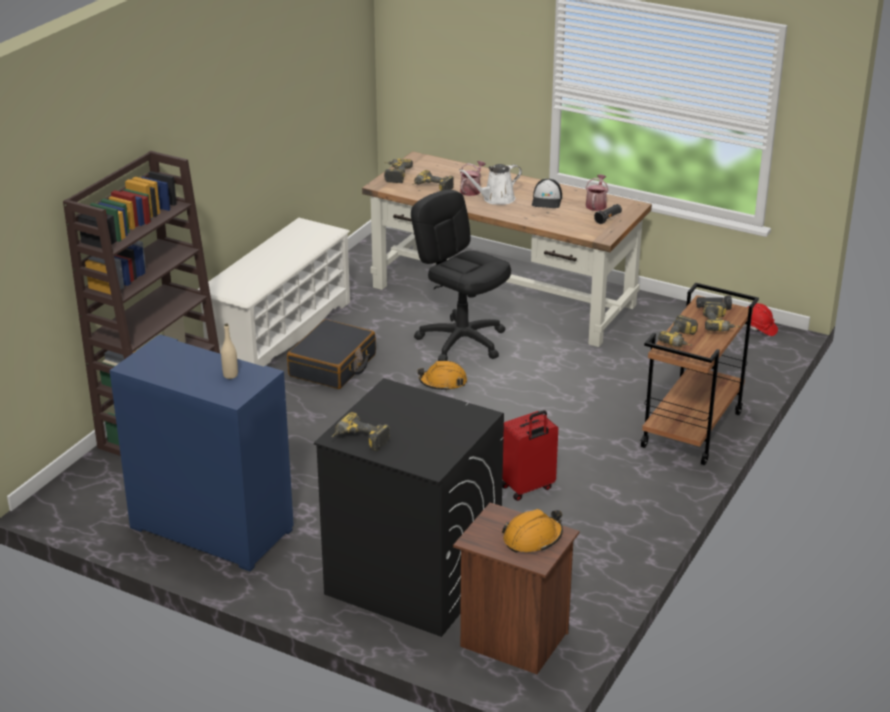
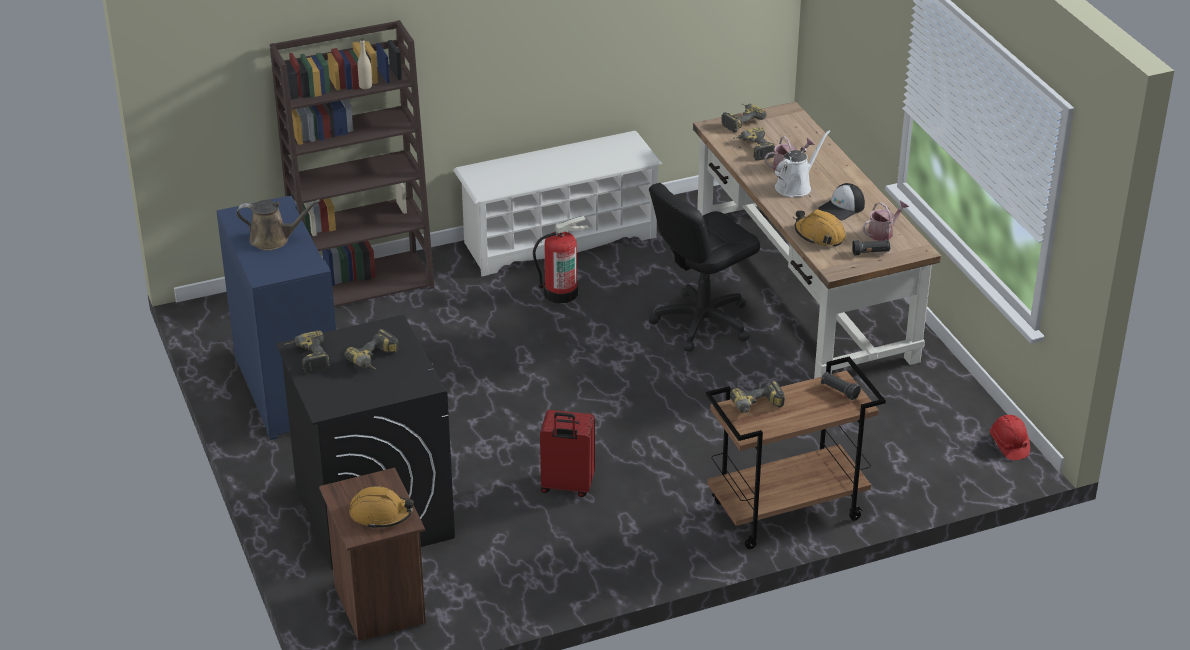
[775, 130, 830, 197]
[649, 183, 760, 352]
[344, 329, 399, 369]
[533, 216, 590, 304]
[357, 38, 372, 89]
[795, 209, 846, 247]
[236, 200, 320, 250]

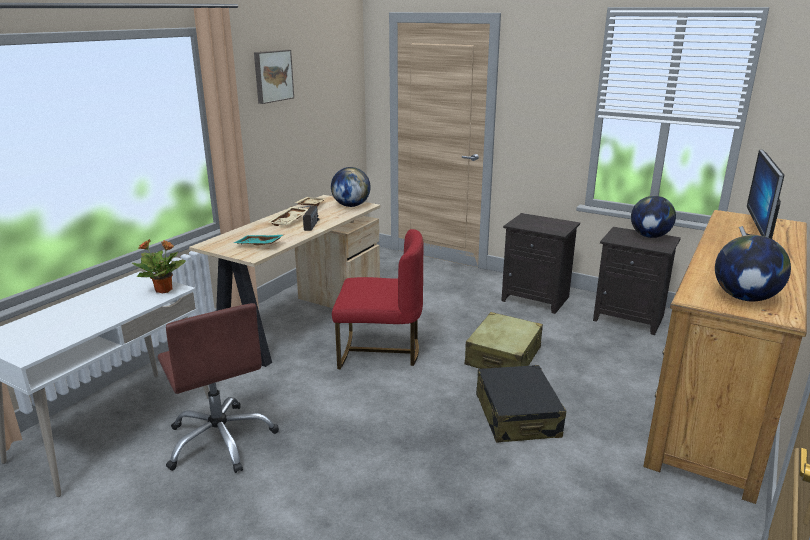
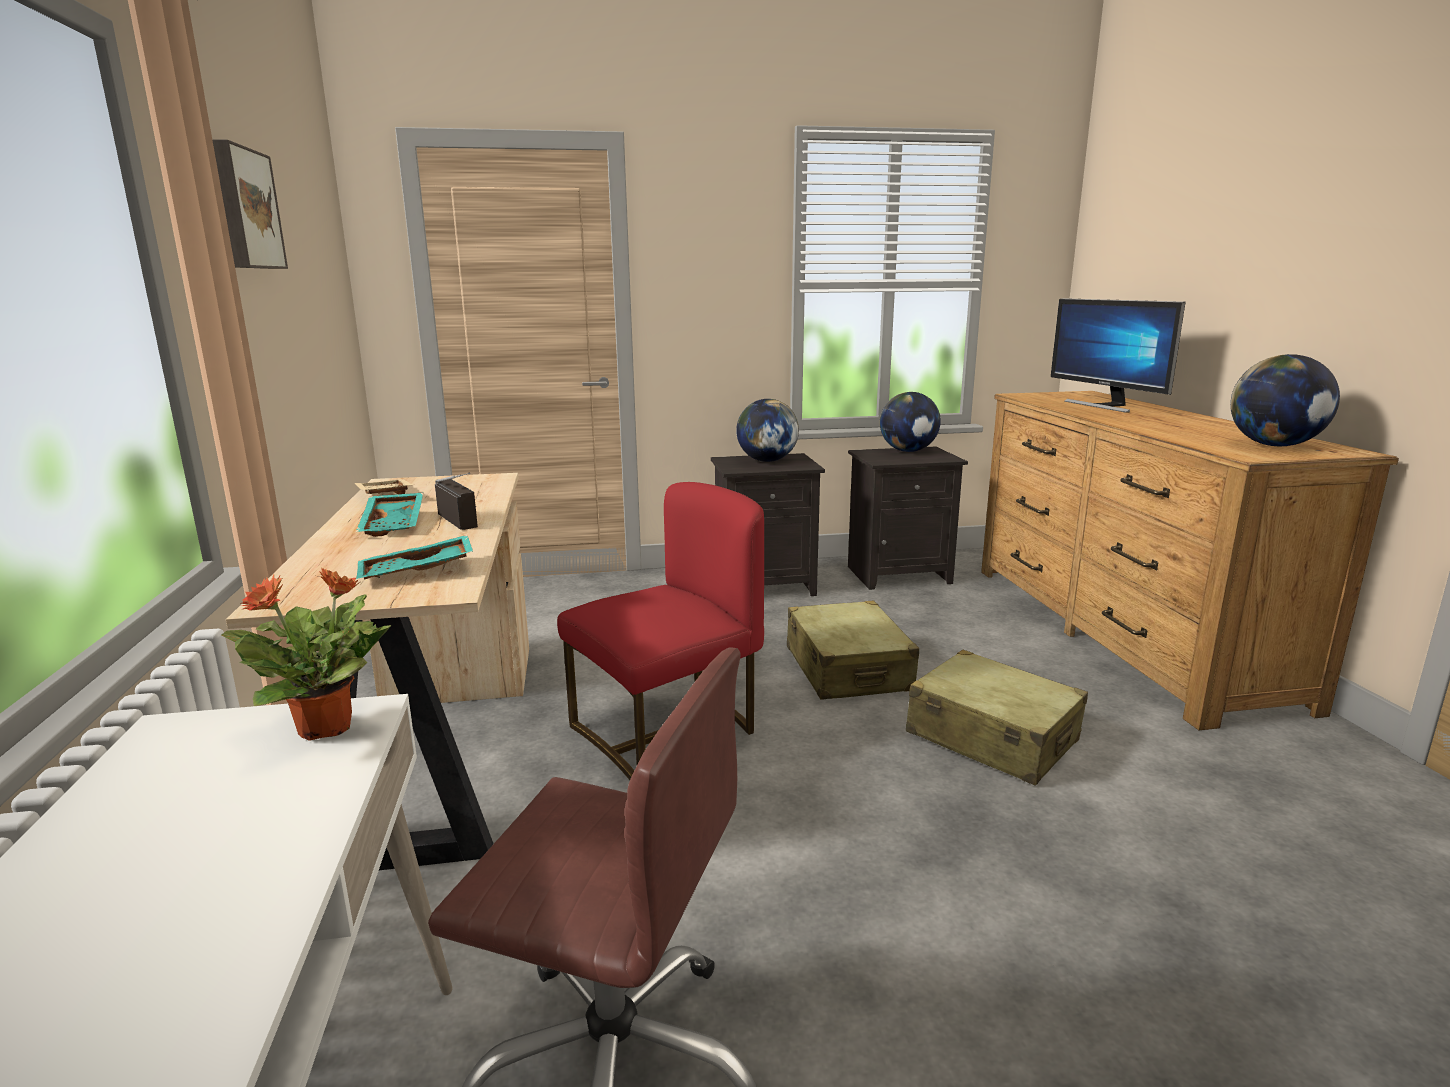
[736, 399, 799, 462]
[356, 493, 423, 537]
[906, 650, 1088, 786]

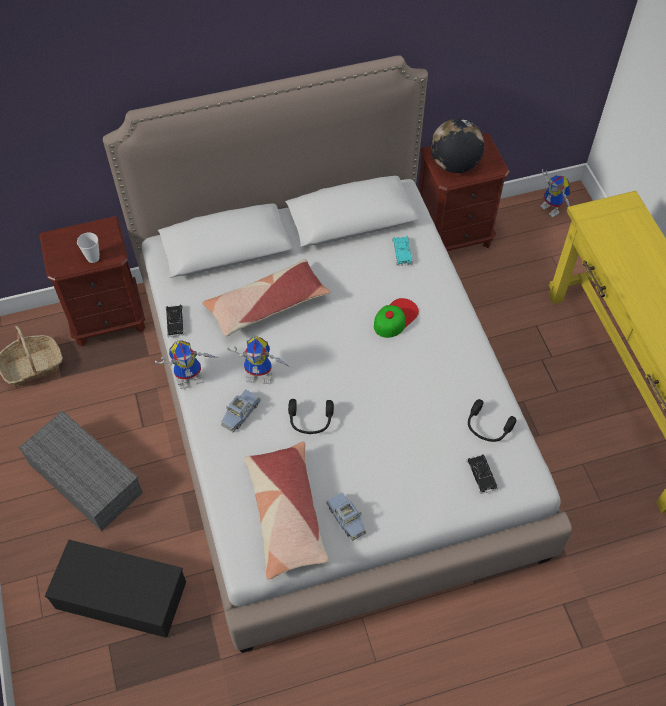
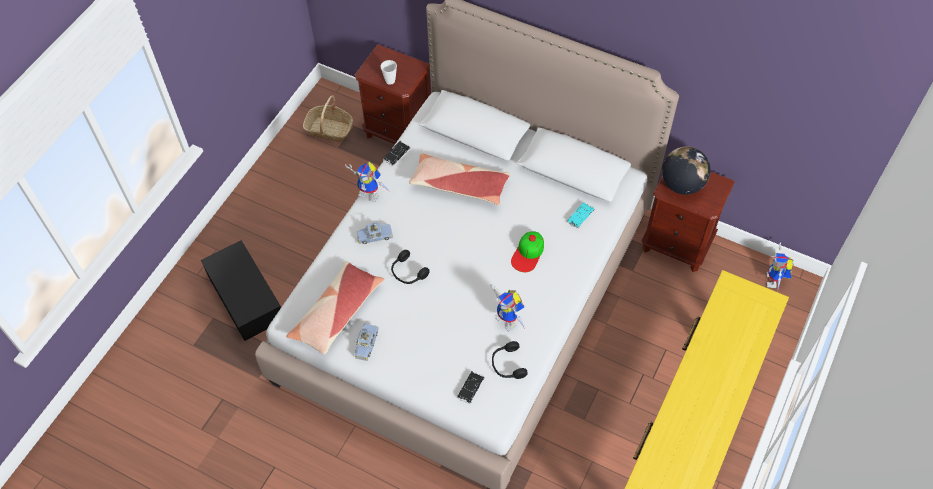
[511, 231, 544, 272]
[491, 284, 525, 332]
[19, 410, 143, 531] (first image)

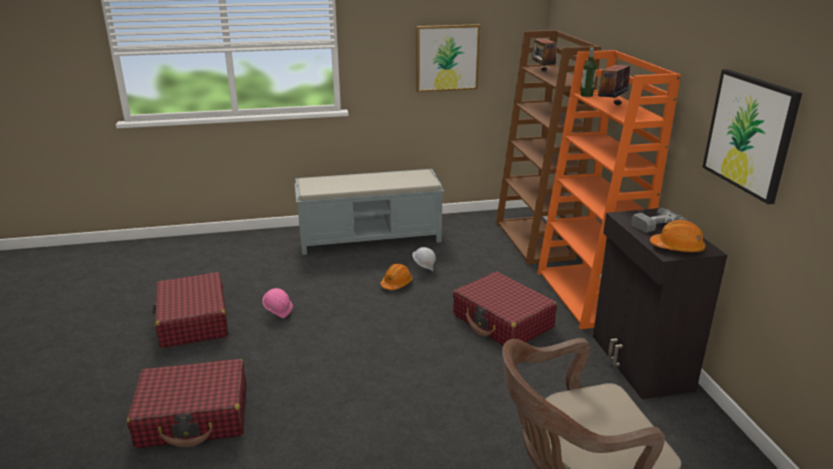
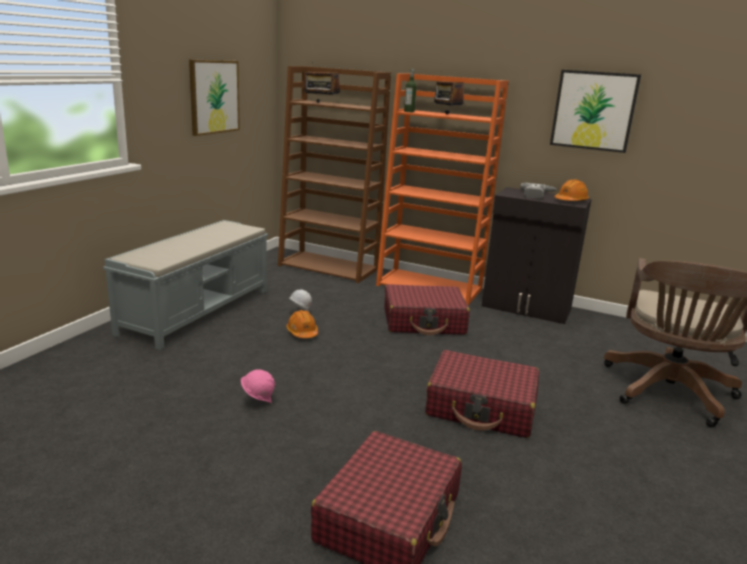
[425, 350, 539, 438]

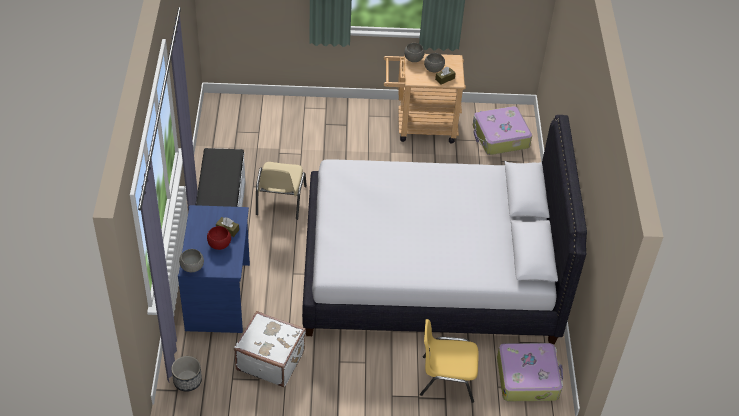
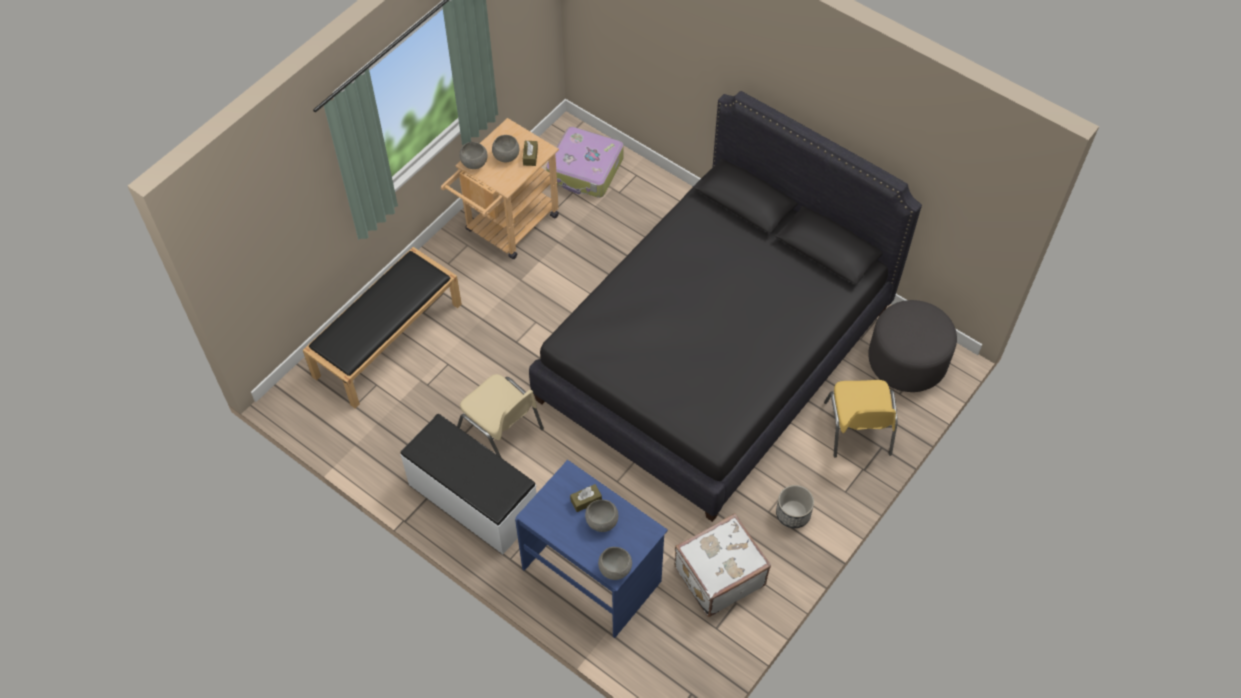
[529, 91, 922, 522]
[585, 500, 618, 532]
[824, 380, 898, 458]
[868, 300, 957, 392]
[776, 485, 814, 528]
[303, 247, 462, 408]

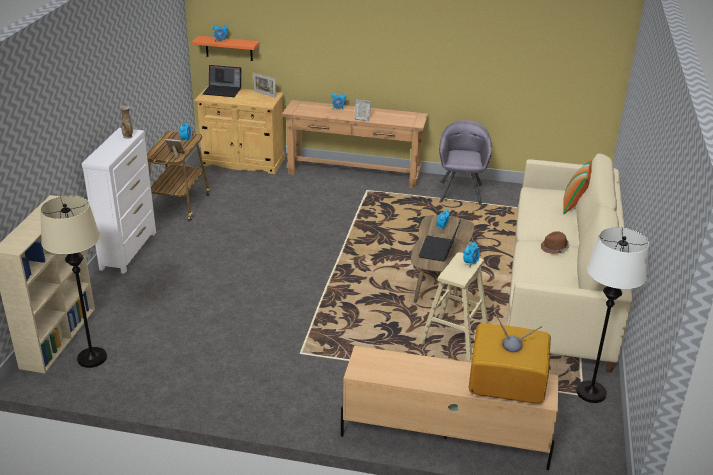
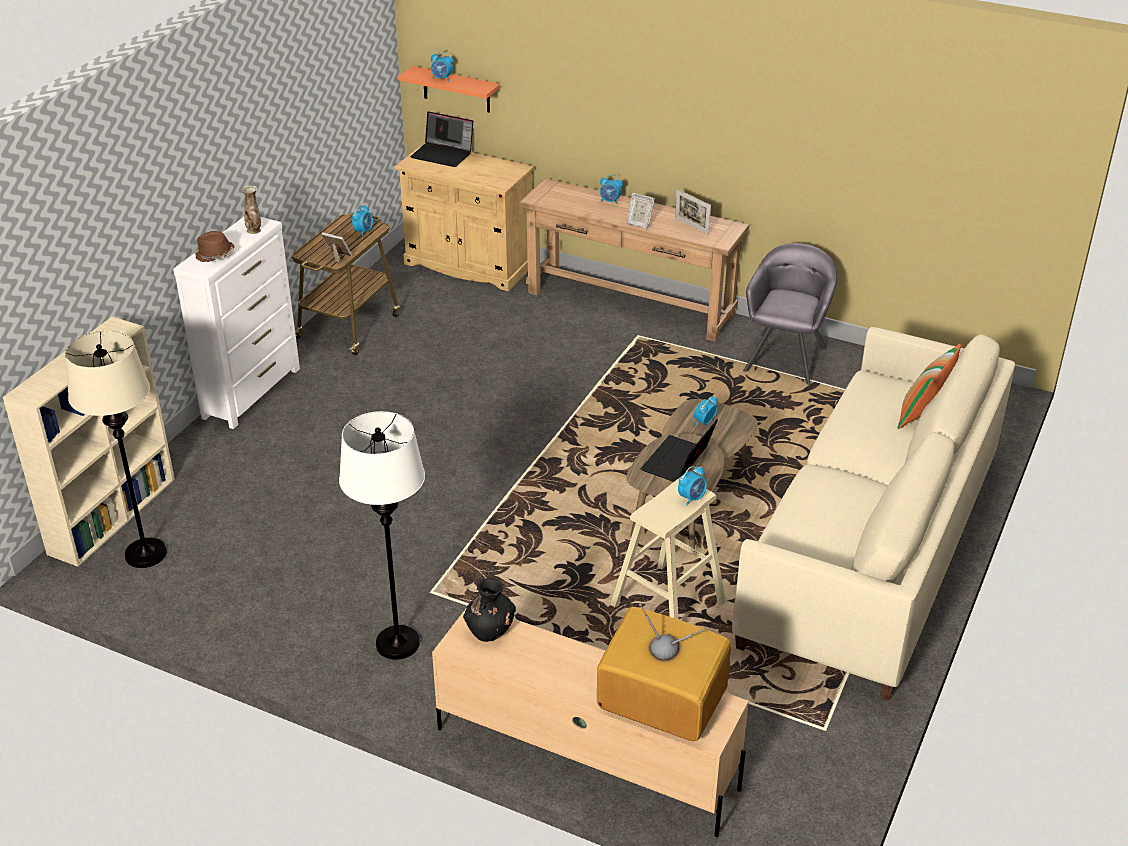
[675, 189, 711, 235]
[339, 411, 425, 660]
[195, 231, 235, 262]
[463, 578, 516, 642]

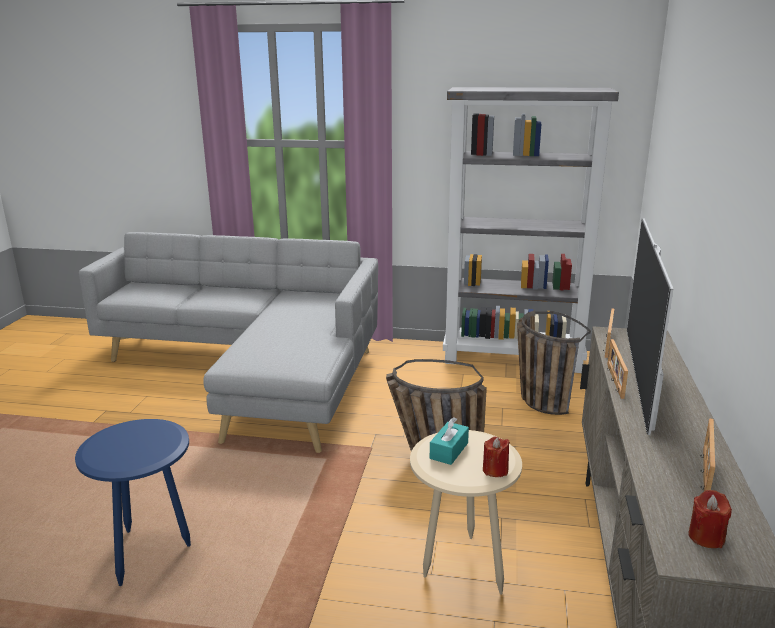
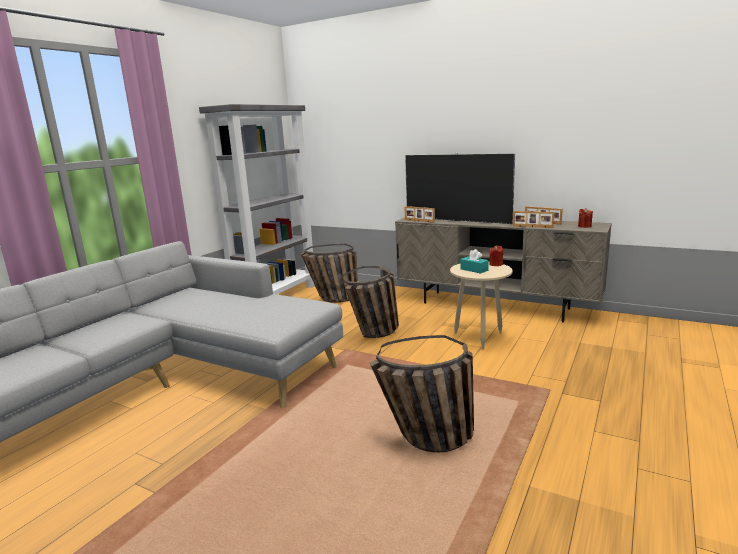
[513, 211, 554, 228]
[370, 335, 474, 452]

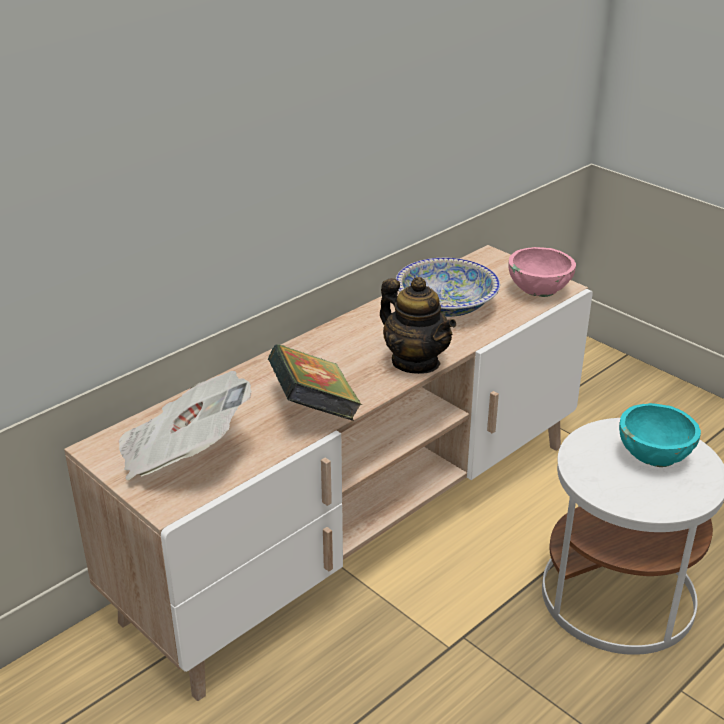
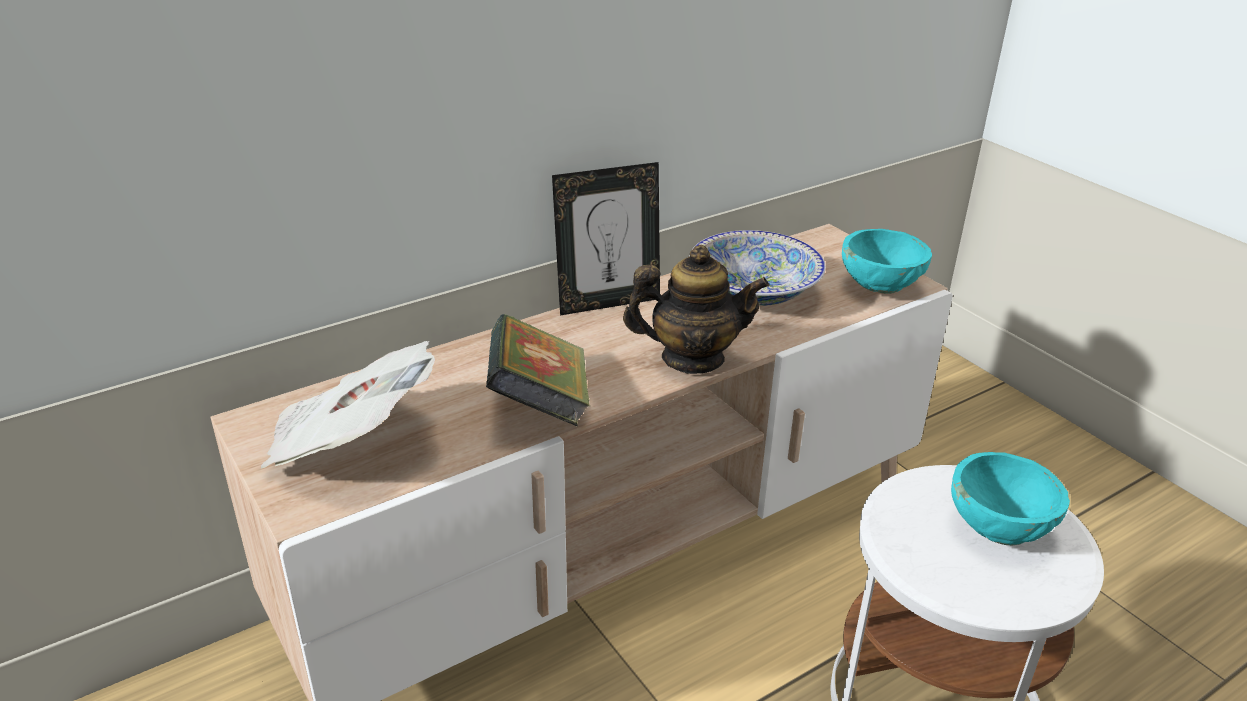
[842, 229, 932, 294]
[623, 245, 769, 374]
[552, 162, 660, 316]

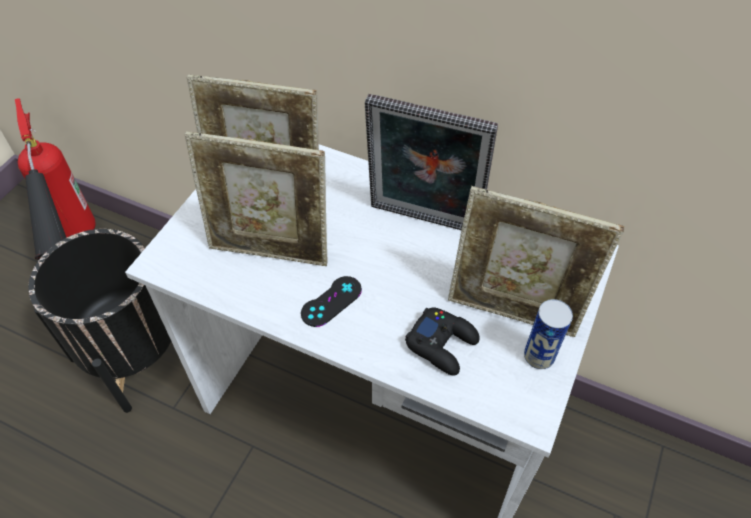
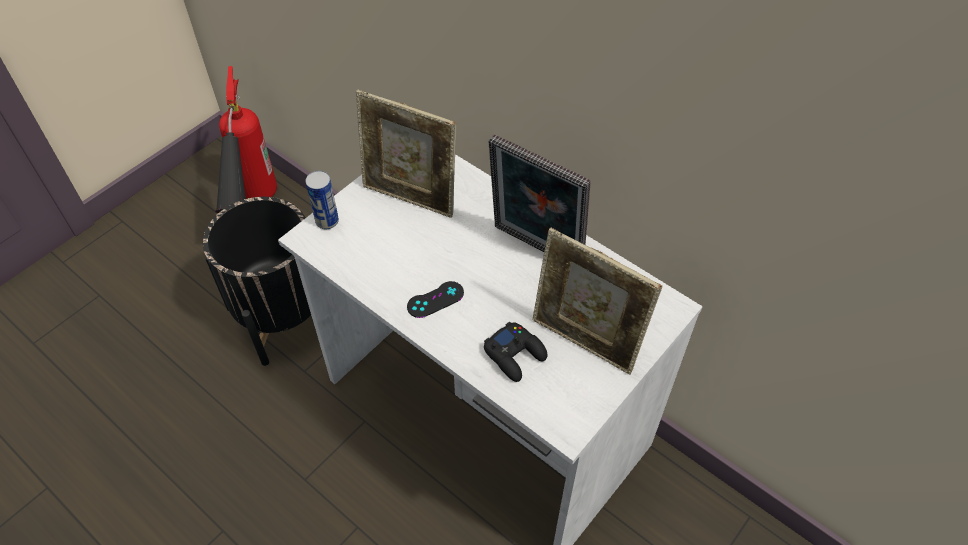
[185, 131, 328, 266] (first image)
[305, 171, 339, 229]

